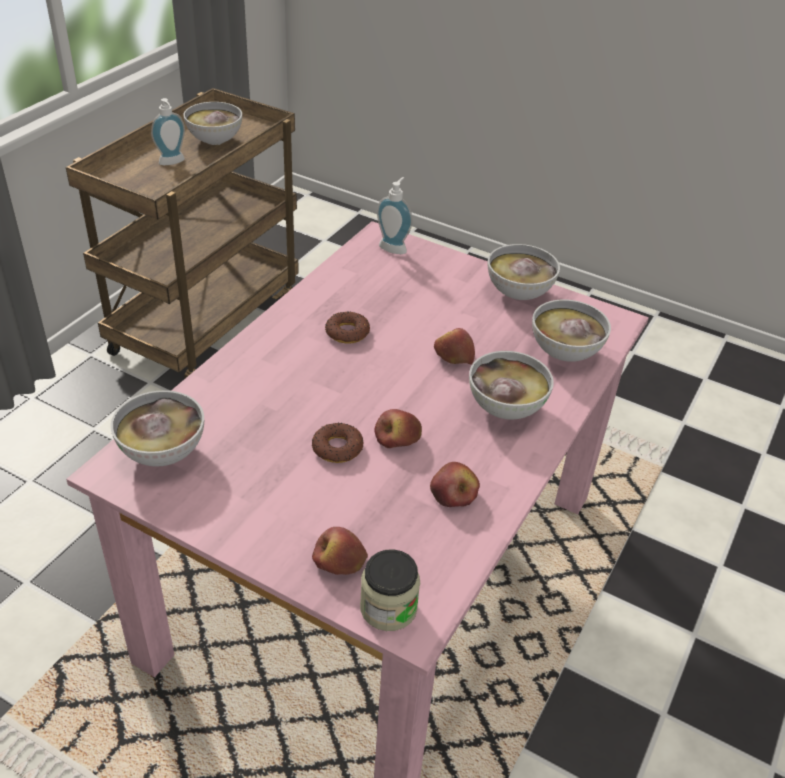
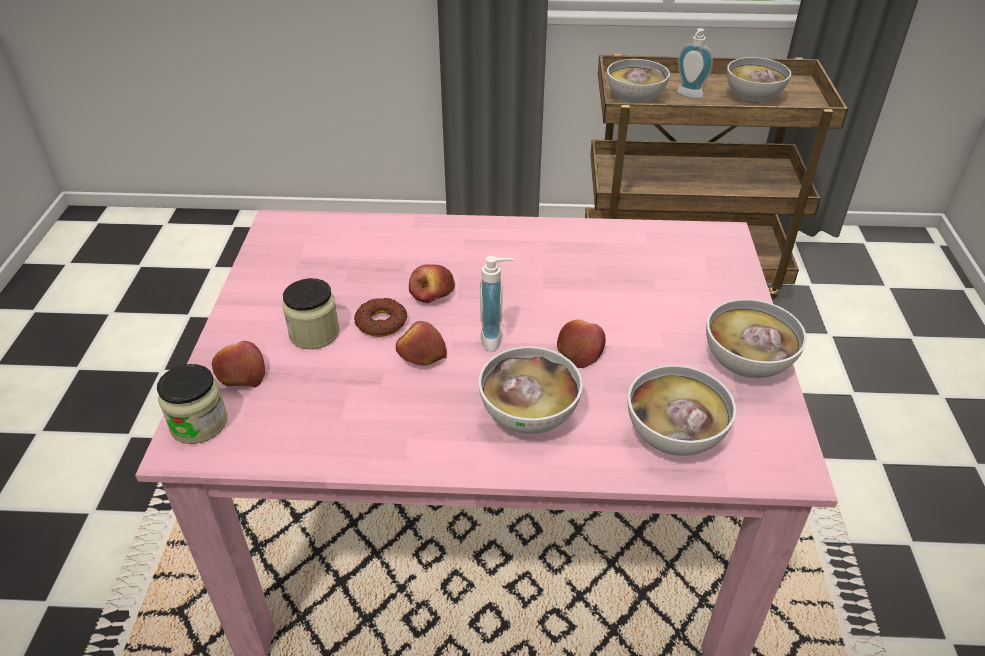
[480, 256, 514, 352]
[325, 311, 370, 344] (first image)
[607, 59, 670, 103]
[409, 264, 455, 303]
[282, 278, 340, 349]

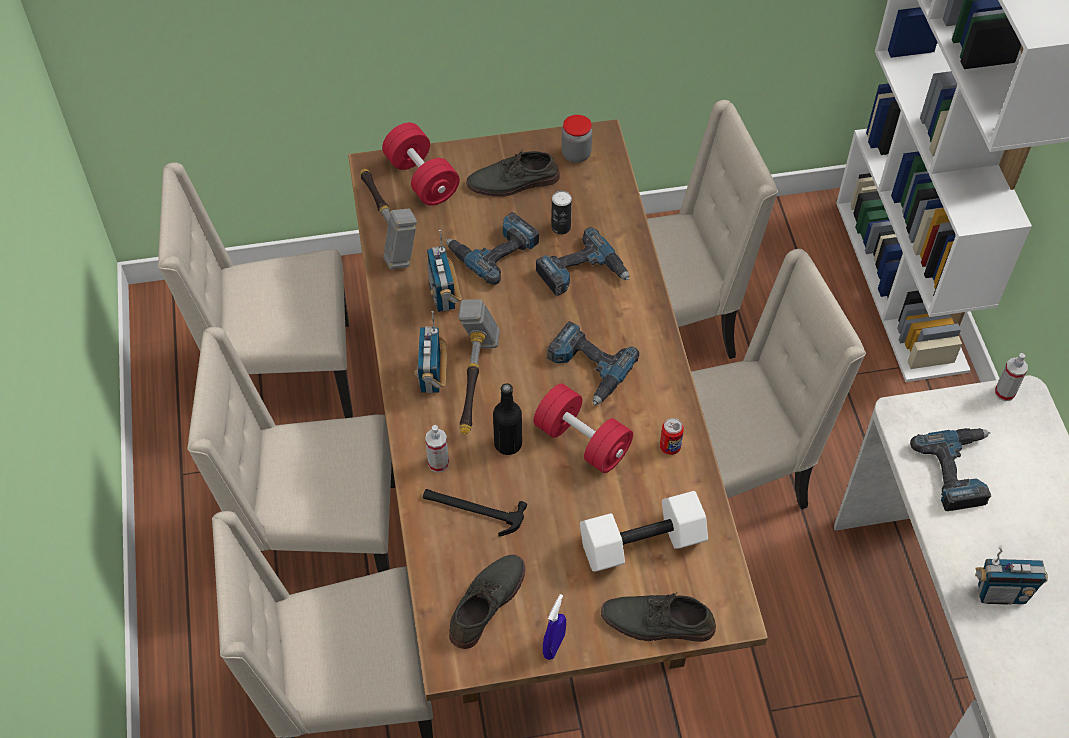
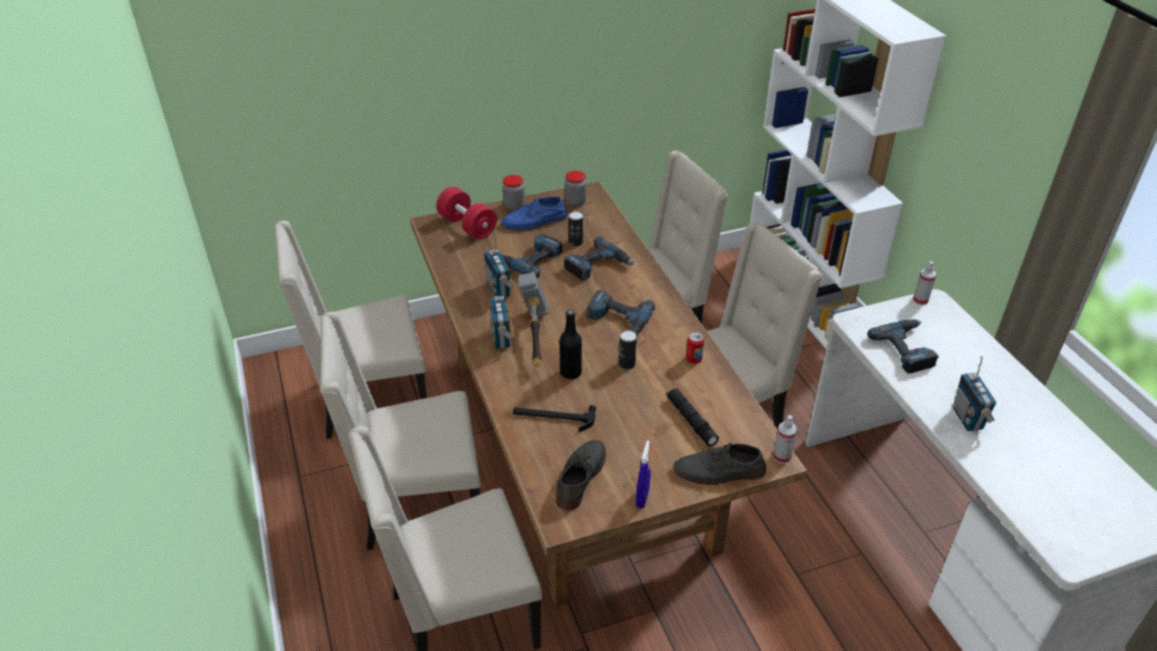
[501, 197, 568, 230]
[360, 169, 417, 269] (first image)
[619, 330, 637, 370]
[773, 415, 797, 464]
[666, 388, 719, 446]
[953, 356, 996, 431]
[502, 175, 525, 211]

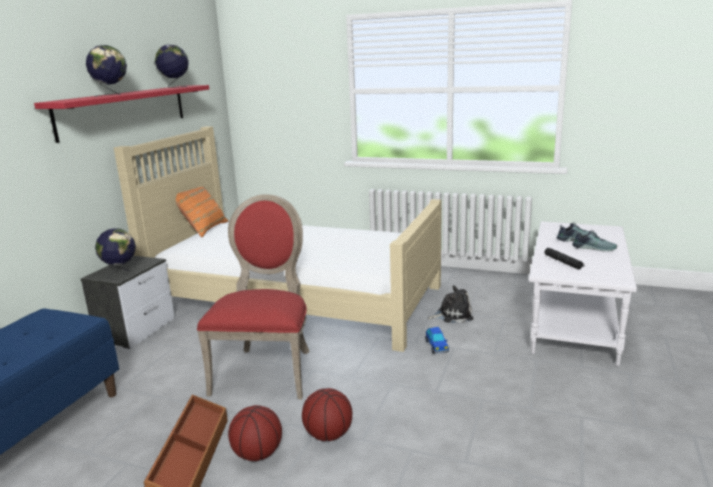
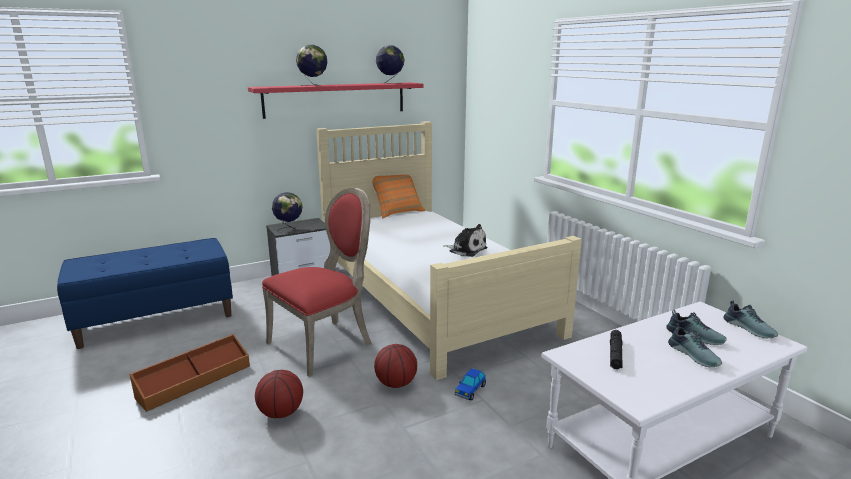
[443, 224, 488, 257]
[374, 344, 417, 388]
[723, 300, 778, 338]

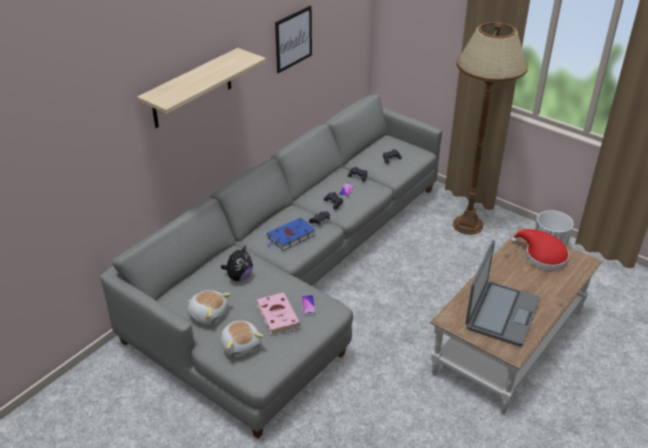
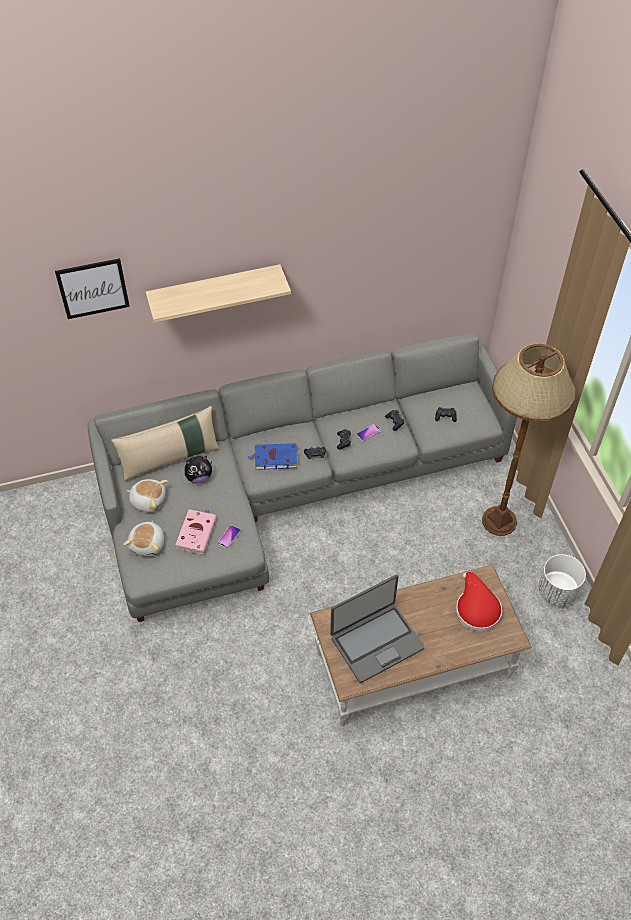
[55, 258, 130, 319]
[127, 479, 168, 512]
[111, 406, 220, 482]

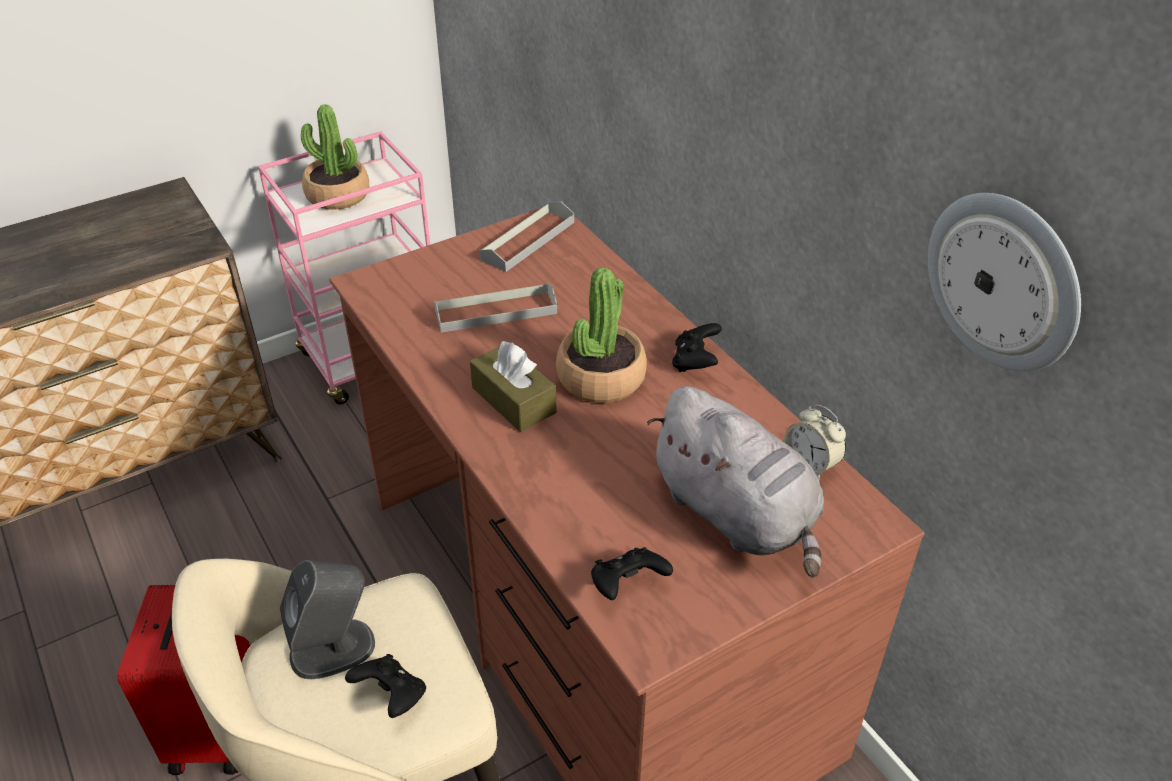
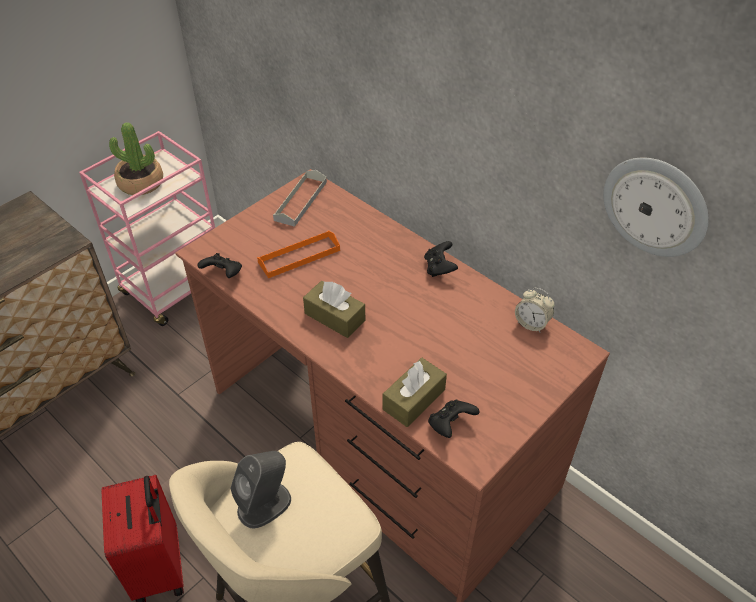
[556, 267, 647, 403] (first image)
[257, 230, 340, 278]
[647, 386, 824, 578] (first image)
[197, 253, 242, 278]
[383, 358, 447, 427]

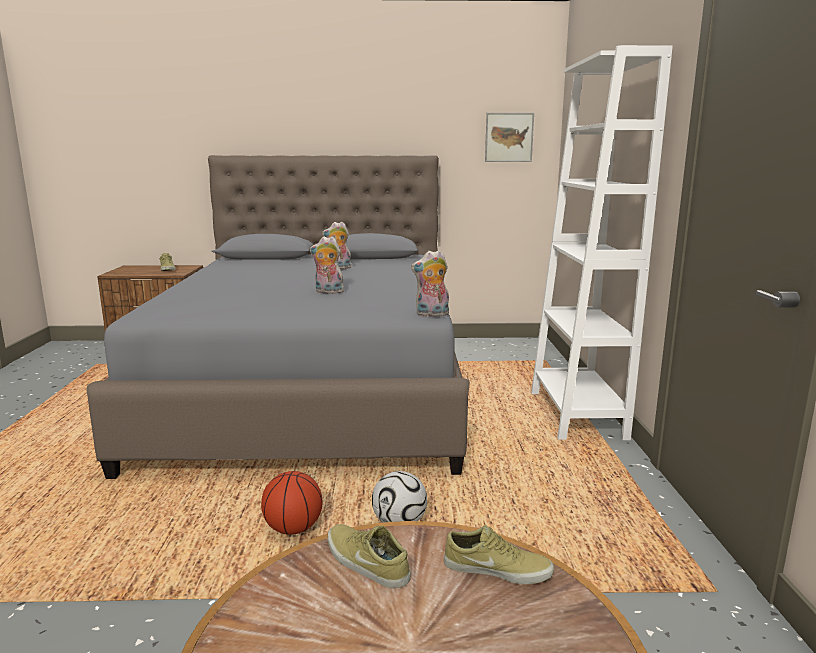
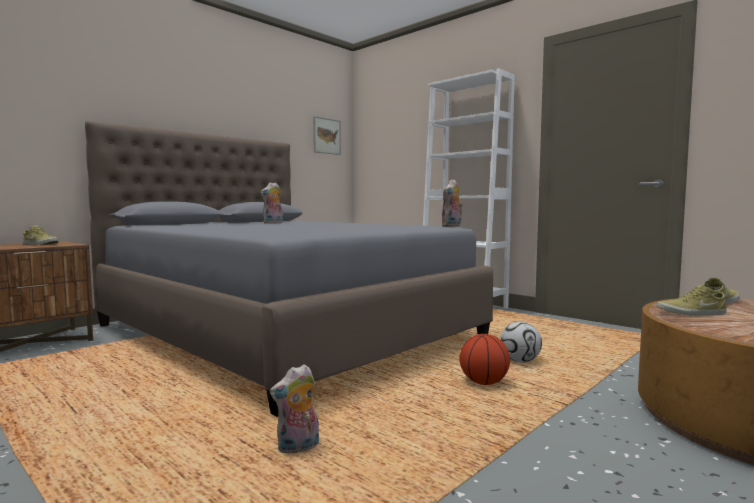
[270, 364, 319, 453]

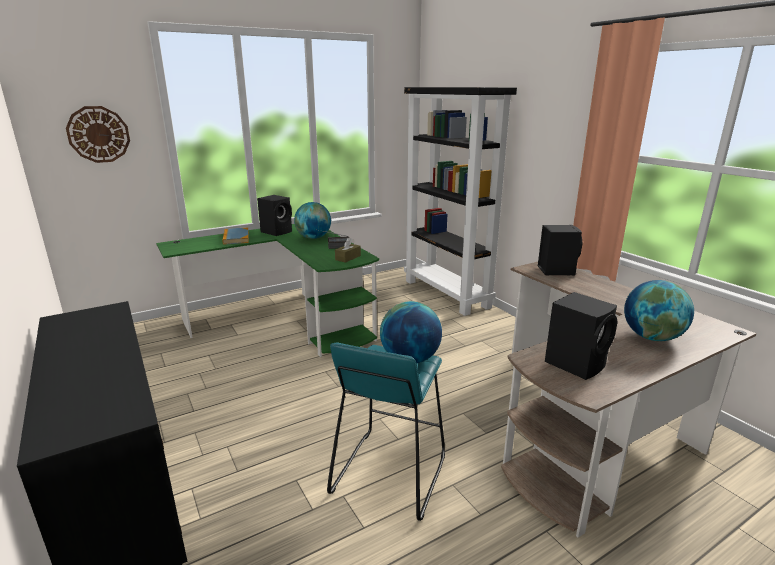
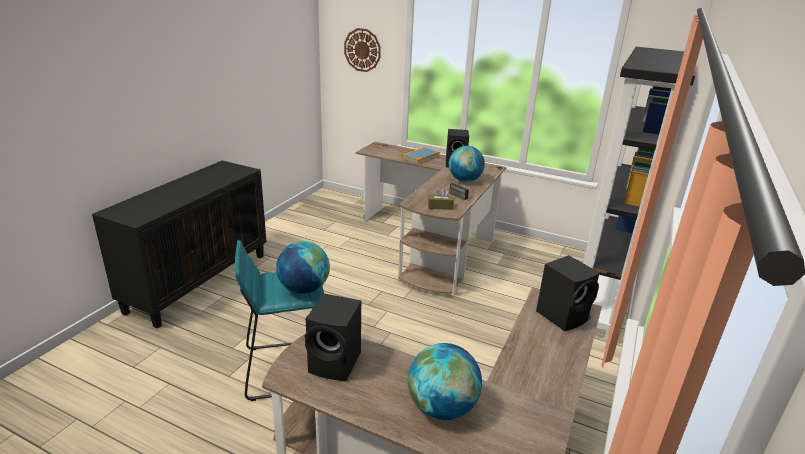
[356, 142, 507, 297]

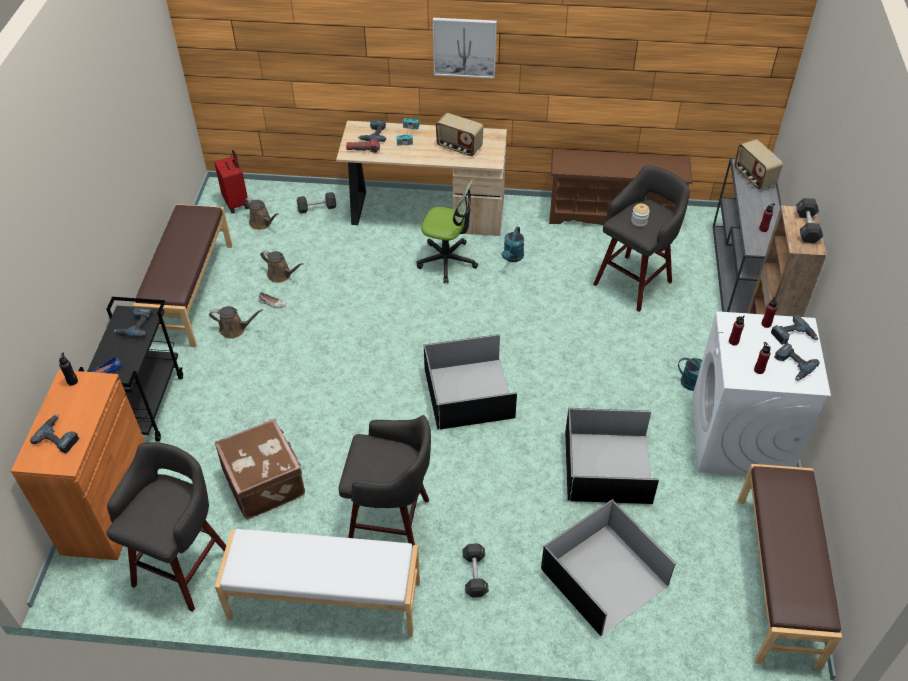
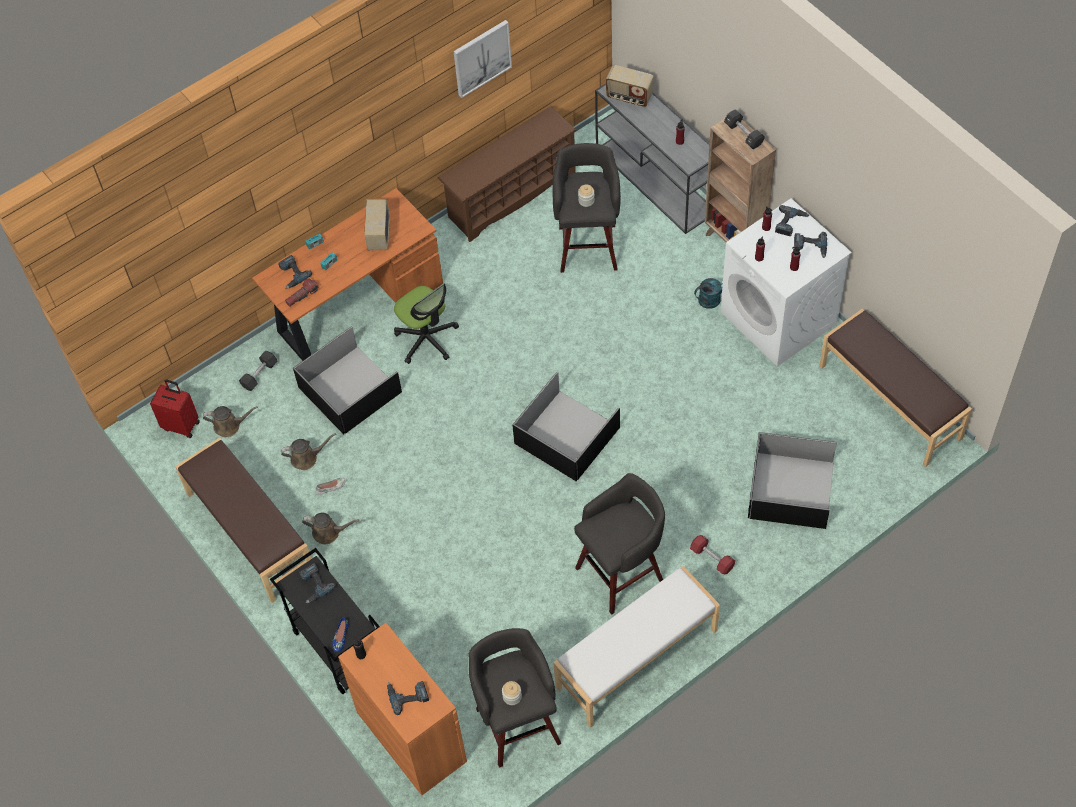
[453, 20, 512, 98]
[365, 199, 390, 250]
[252, 188, 443, 361]
[394, 283, 459, 364]
[502, 227, 524, 262] (first image)
[302, 513, 359, 545]
[293, 326, 402, 435]
[215, 419, 305, 519] (first image)
[690, 535, 735, 574]
[502, 681, 522, 705]

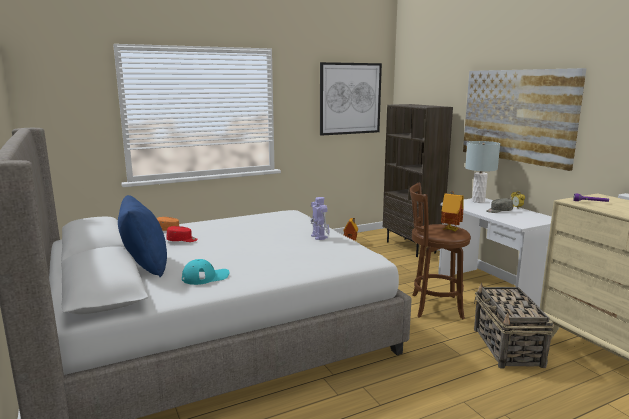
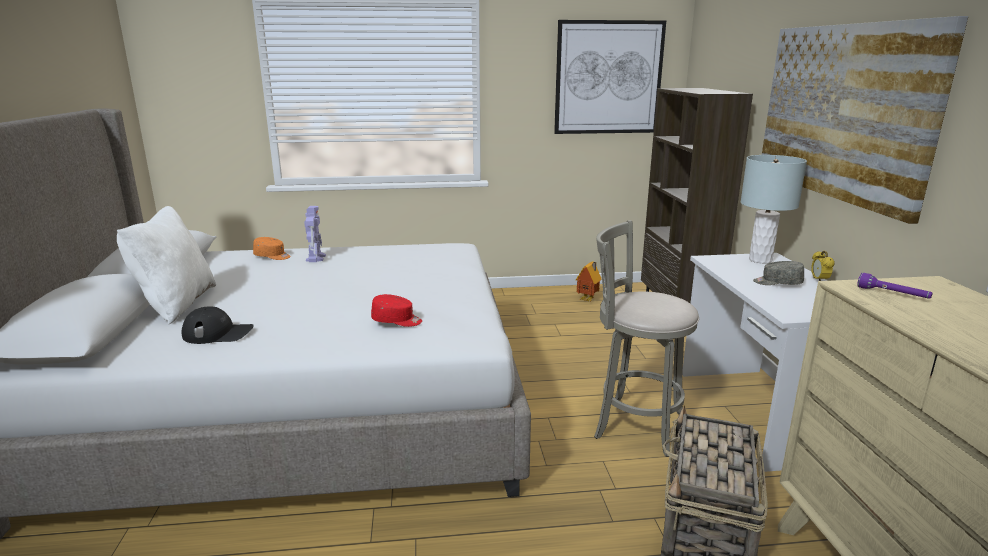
[594, 220, 699, 457]
[441, 191, 464, 231] (first image)
[117, 206, 216, 324]
[304, 206, 326, 262]
[371, 294, 422, 327]
[181, 306, 254, 344]

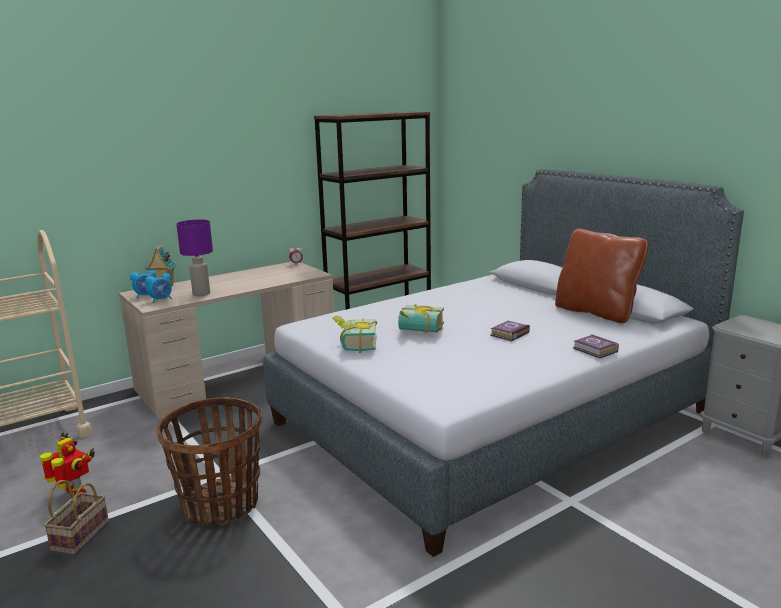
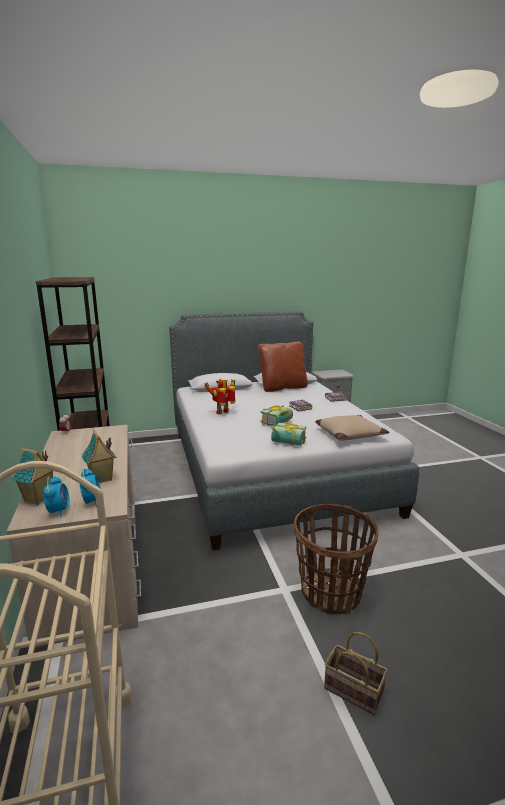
[82, 430, 117, 483]
[204, 379, 236, 414]
[315, 415, 389, 441]

